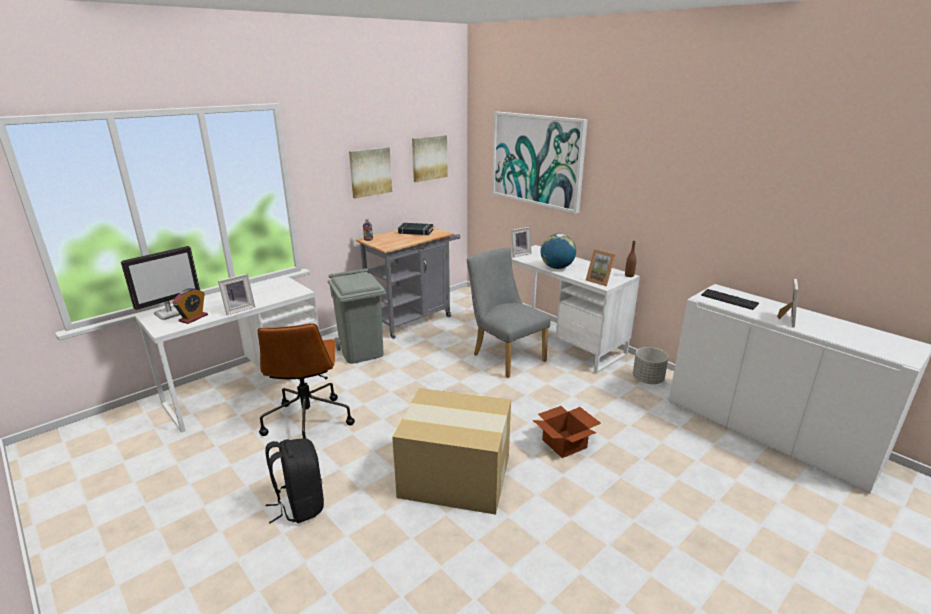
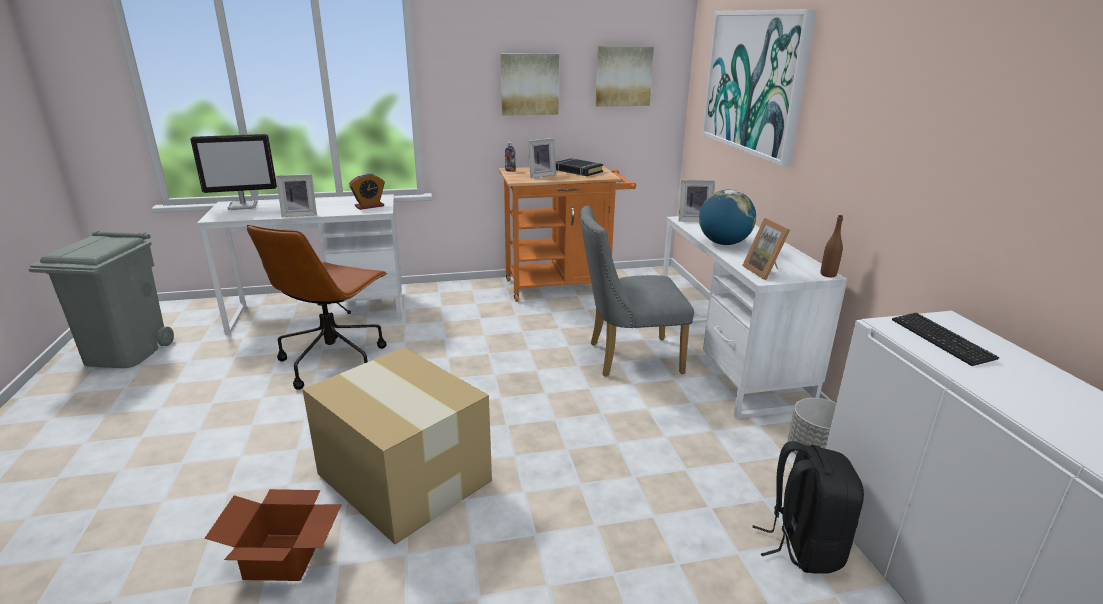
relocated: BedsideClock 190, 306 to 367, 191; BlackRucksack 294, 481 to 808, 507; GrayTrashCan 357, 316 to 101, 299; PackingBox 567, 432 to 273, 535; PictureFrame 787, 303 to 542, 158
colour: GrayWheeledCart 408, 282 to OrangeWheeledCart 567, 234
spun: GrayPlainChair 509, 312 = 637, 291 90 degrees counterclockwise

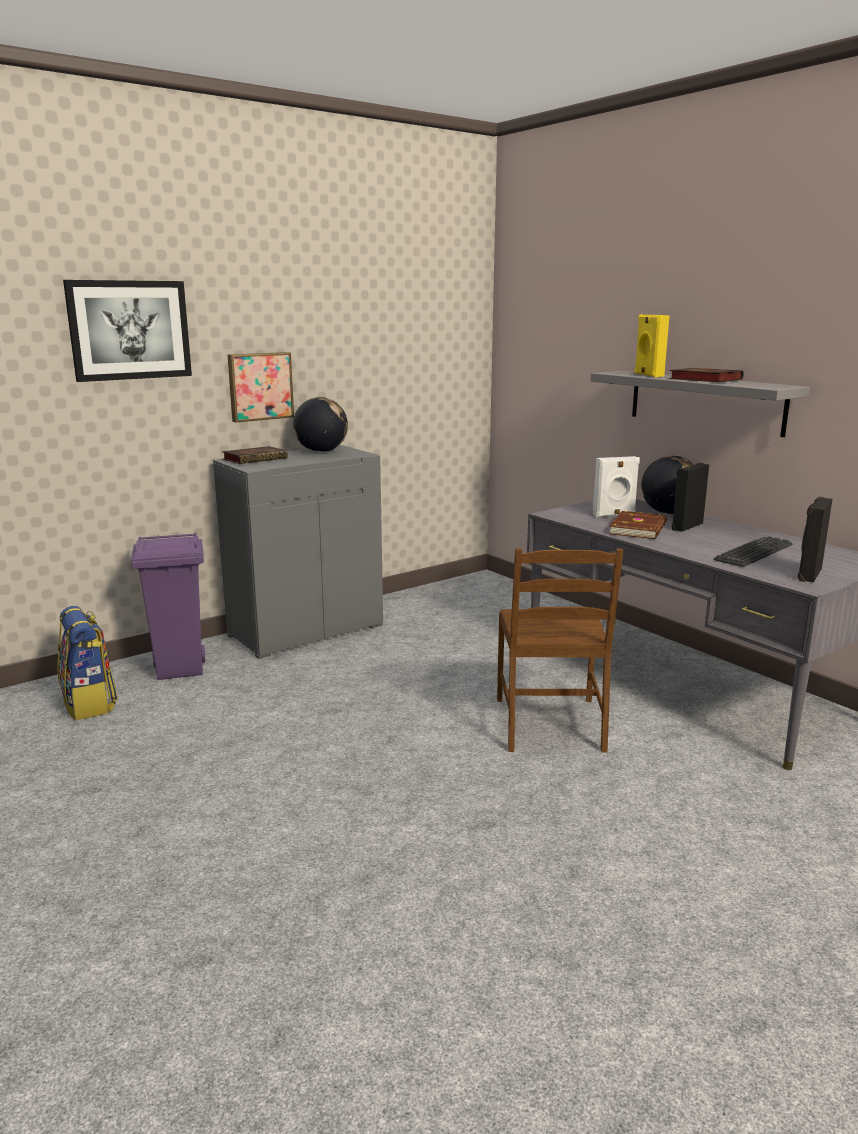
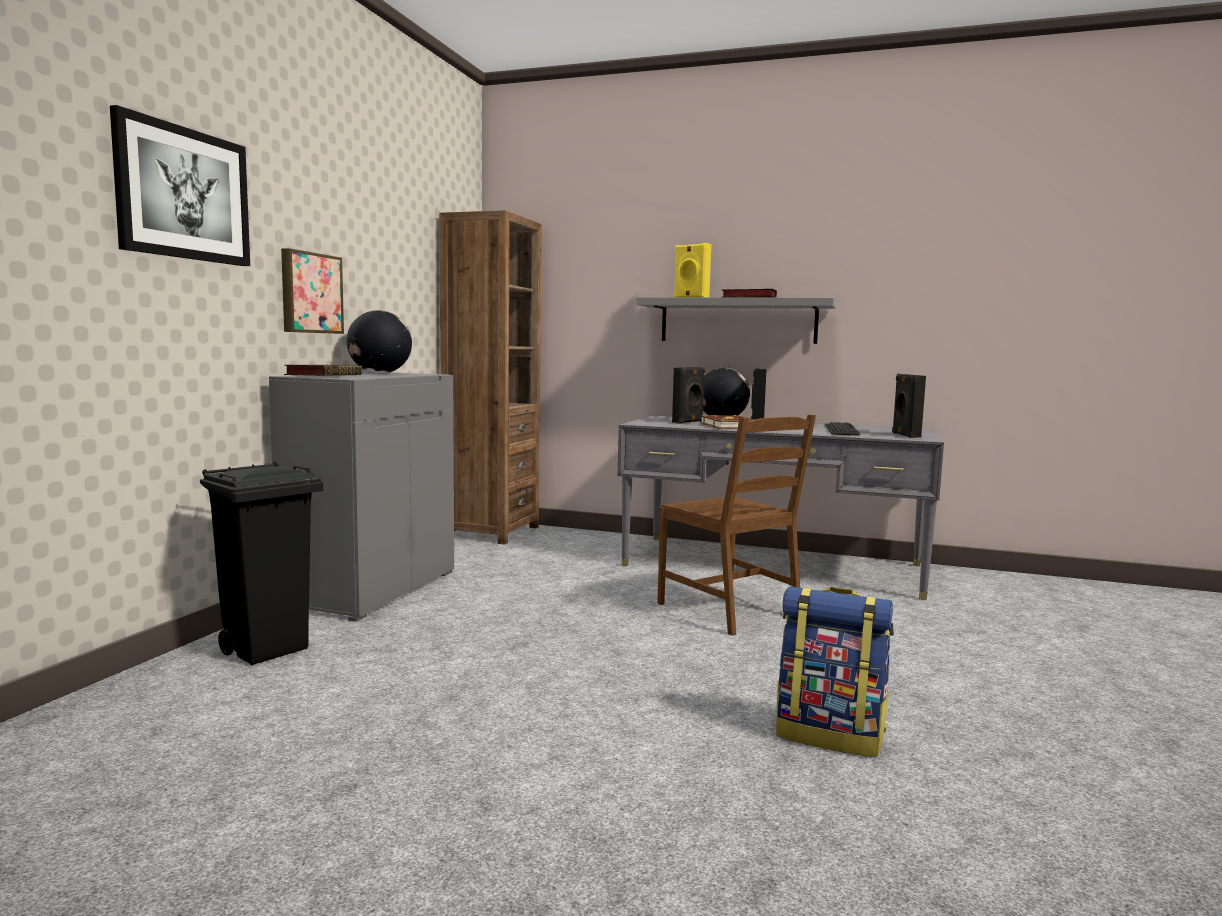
appeared: BrownColouredBookcase 490, 377
relocated: Rucksack 87, 663 to 835, 672
colour: PurplishTrashCan 168, 606 to BlackTrashCan 261, 563; WhiteColouredAudioSpeaker 616, 487 to BlackAudioSpeaker 688, 395

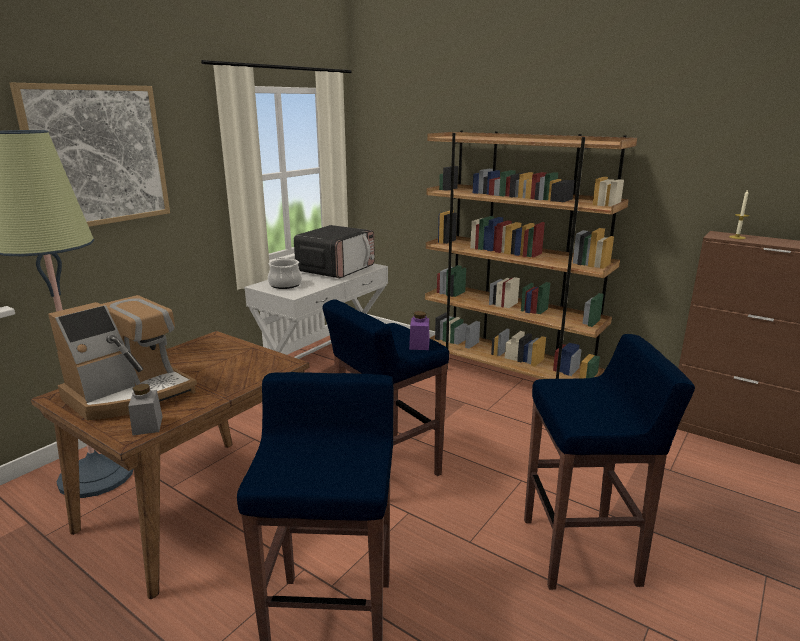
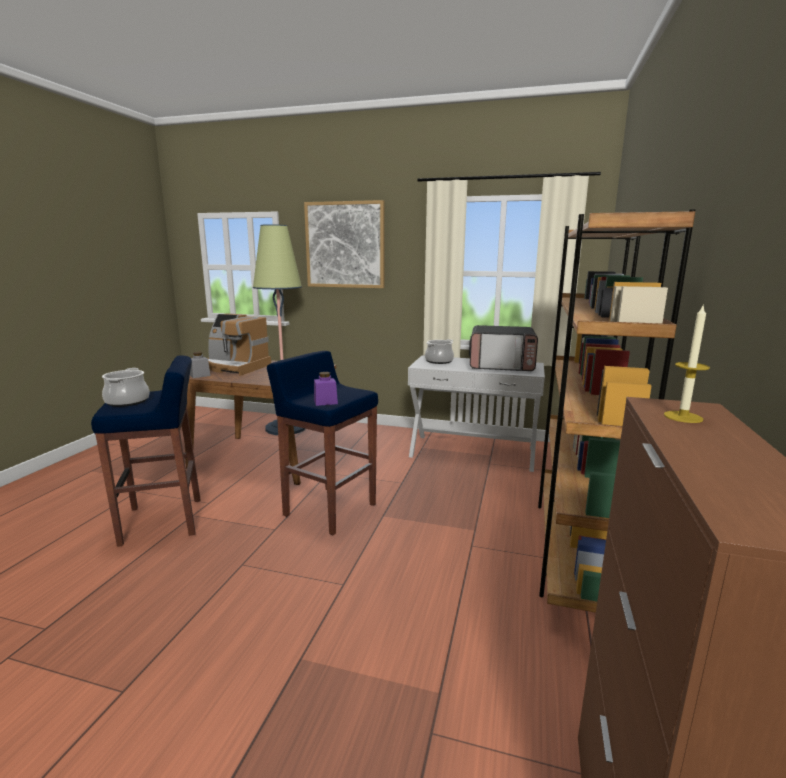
missing: BluishStoolSeat 609, 462
appeared: Stockpot 126, 387

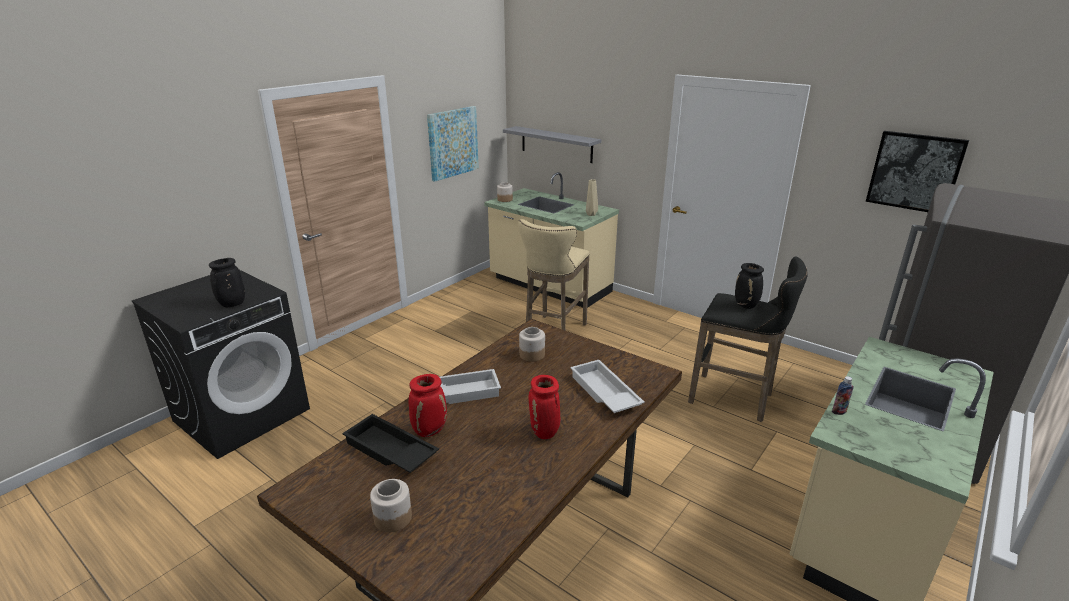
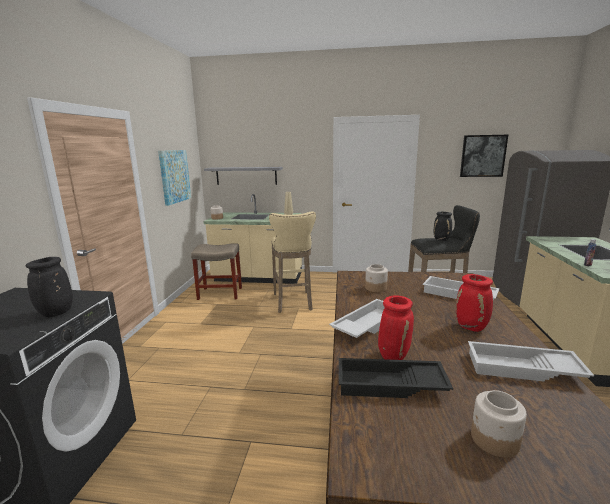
appeared: BeigeColouredStoolSeat 216, 271; WhiteColouredTray 531, 361

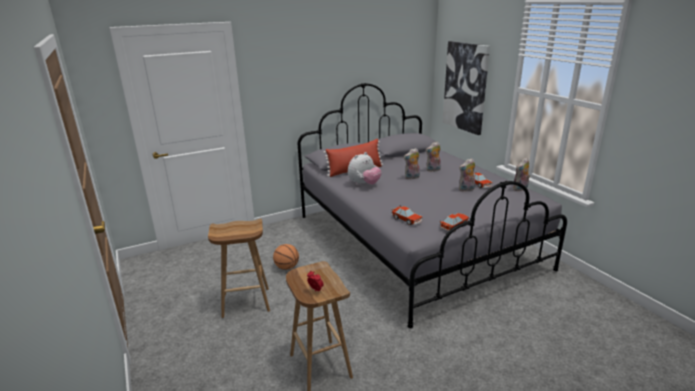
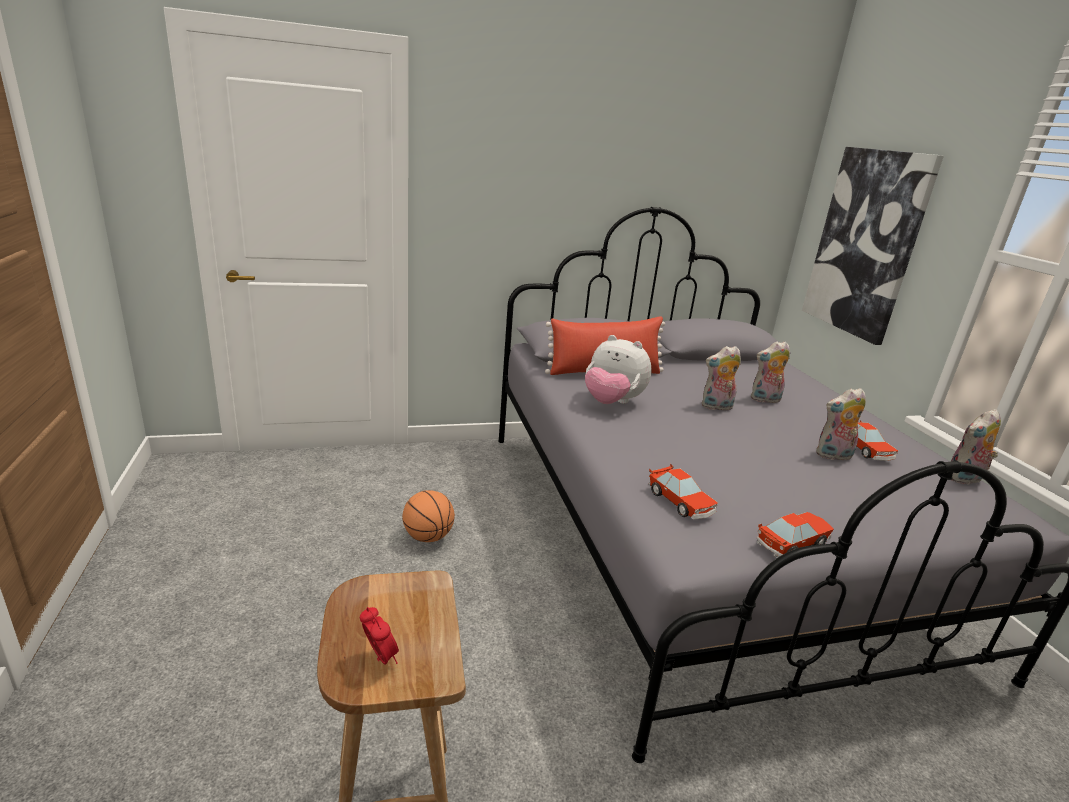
missing: BrownColouredStoolSeat 239, 268
spun: CuddlyToy 365, 168 = 618, 369 60 degrees clockwise

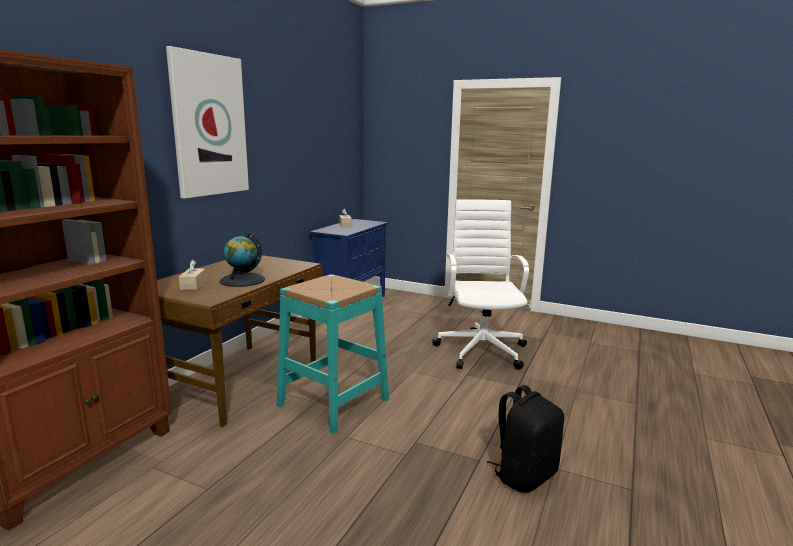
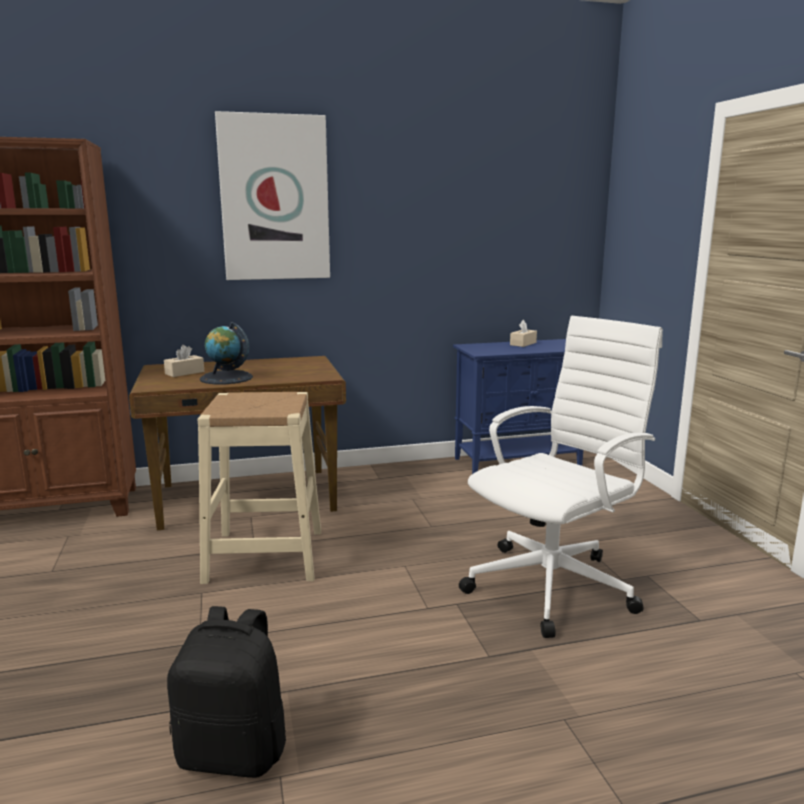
colour: TurquoiseStoolSeat 333, 354 to BeigeColouredStoolSeat 259, 488

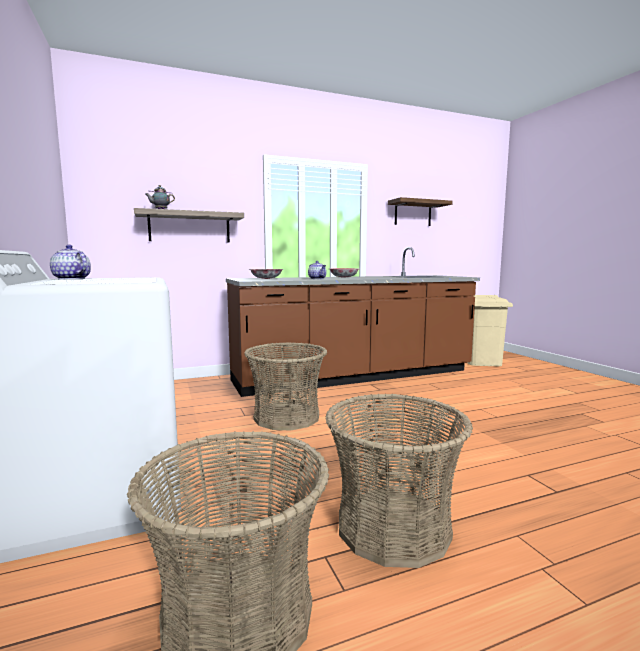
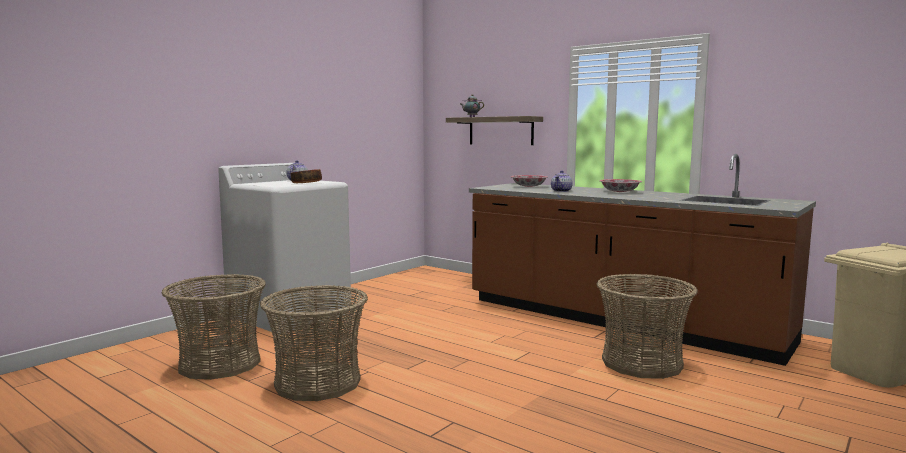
missing: Shelf 420, 211
appeared: DeepDish 306, 176
relocated: Basket 285, 386 to 647, 326

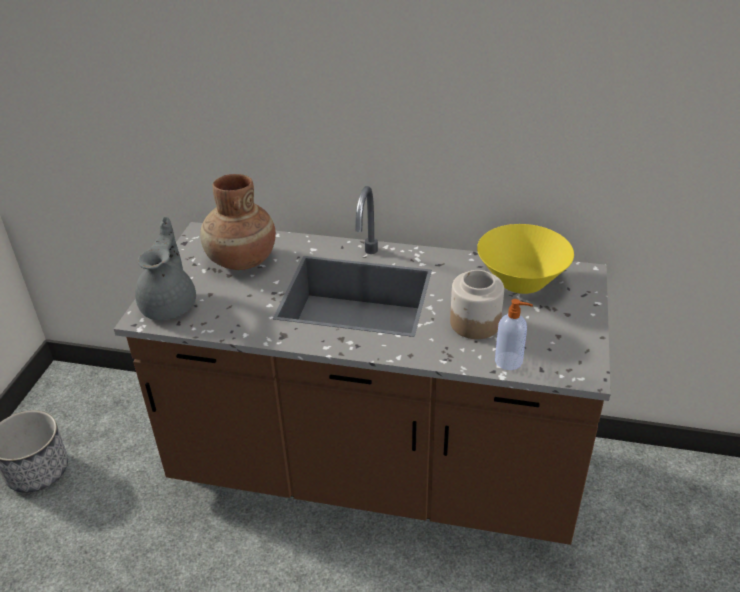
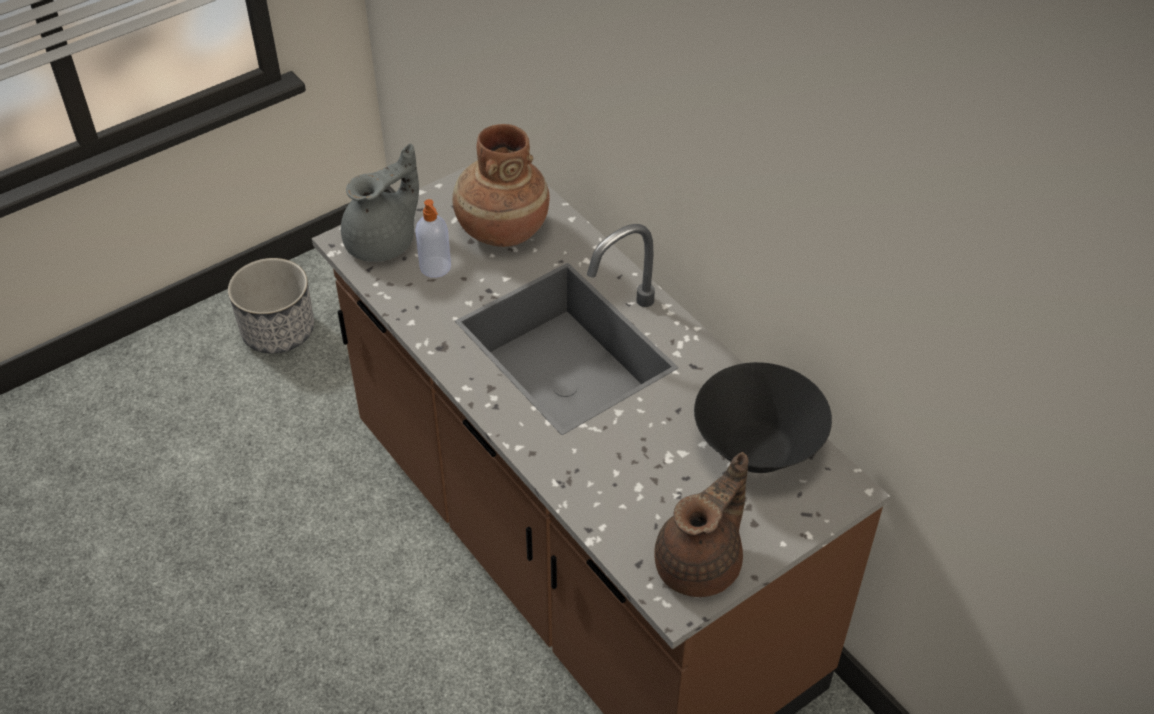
missing: StorageJar 477, 304
appeared: BrownColouredTeapot 701, 524
relocated: LiquidSoapBottle 514, 334 to 433, 238
colour: YellowColouredDeepDish 525, 259 to BlackDeepDish 763, 417

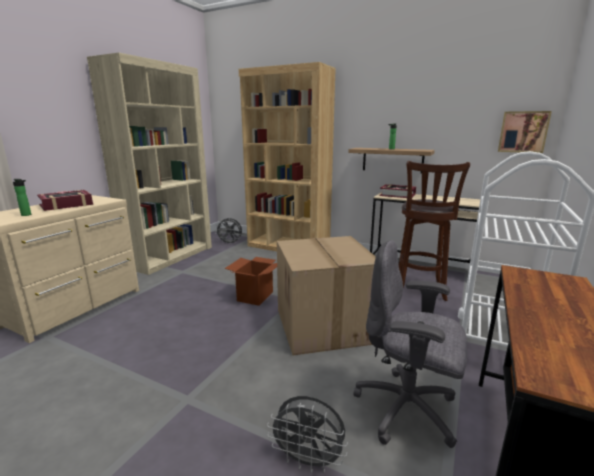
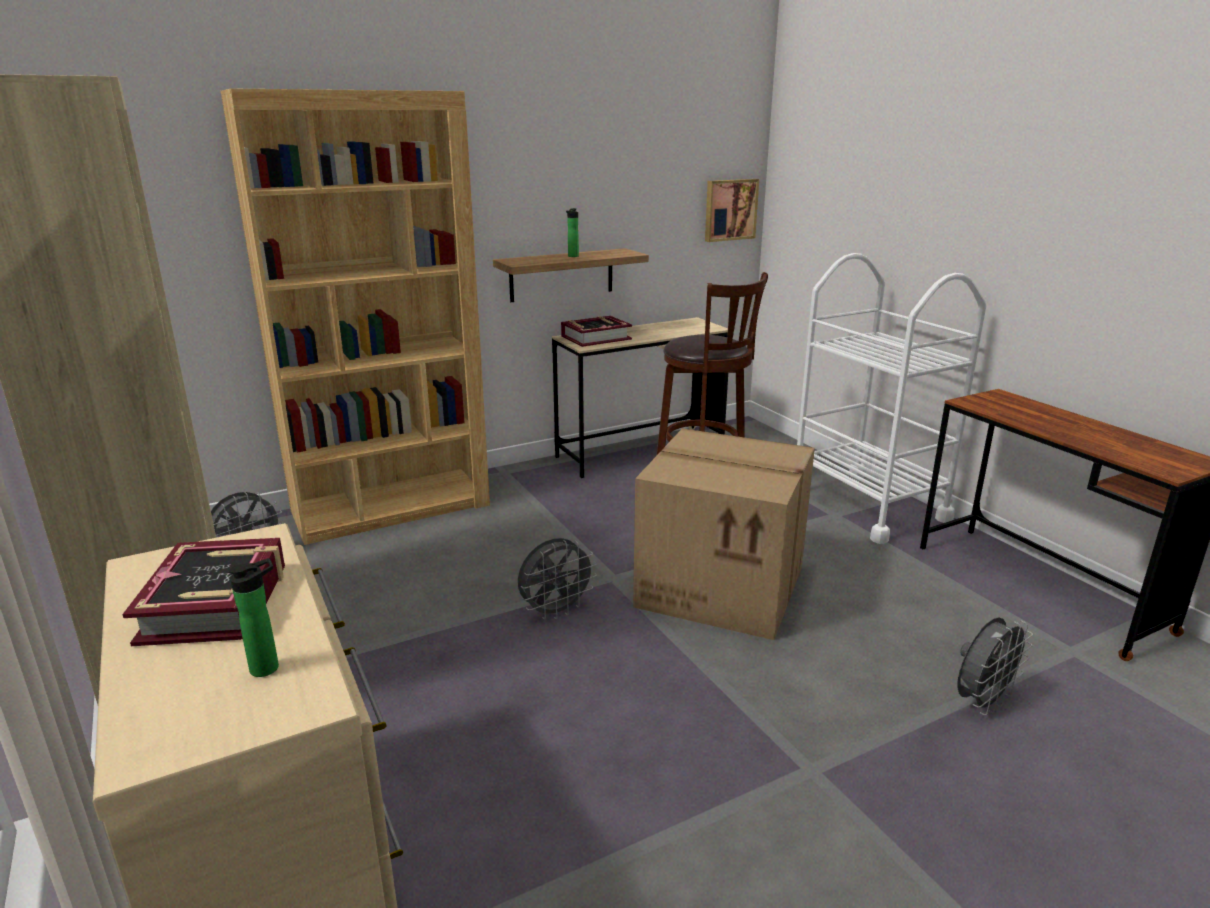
missing: GrayComputerChair 410, 344
exchanged: PackingBox 250, 281 to GrayFan 557, 579

